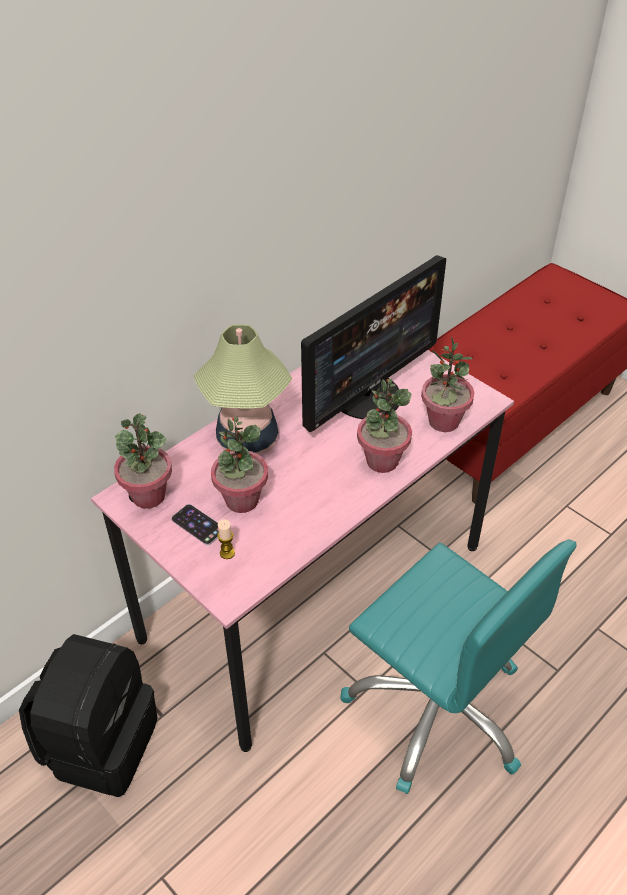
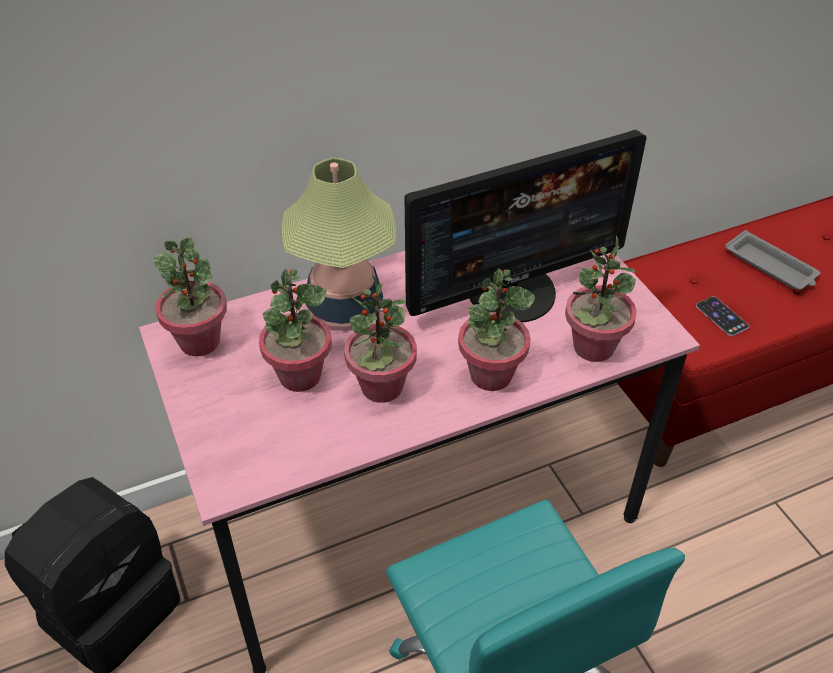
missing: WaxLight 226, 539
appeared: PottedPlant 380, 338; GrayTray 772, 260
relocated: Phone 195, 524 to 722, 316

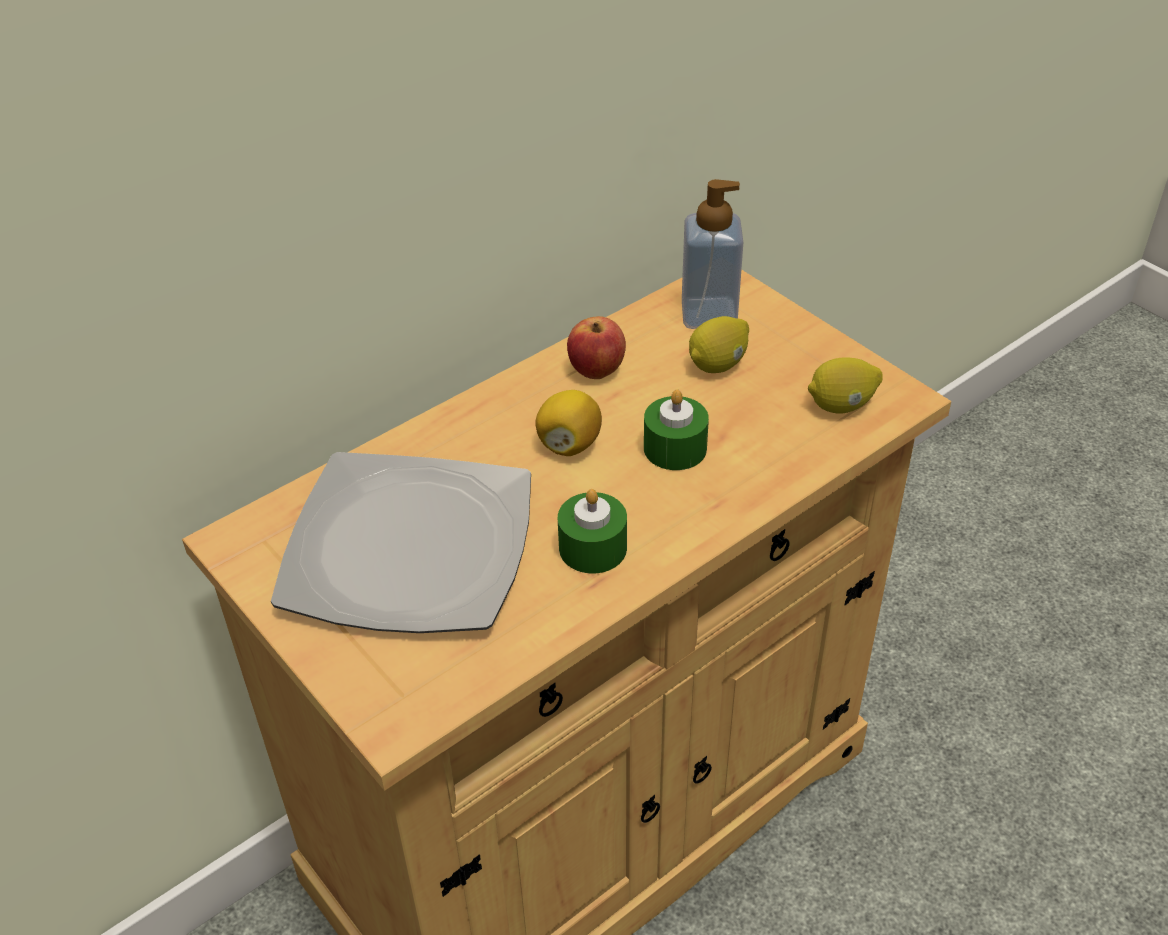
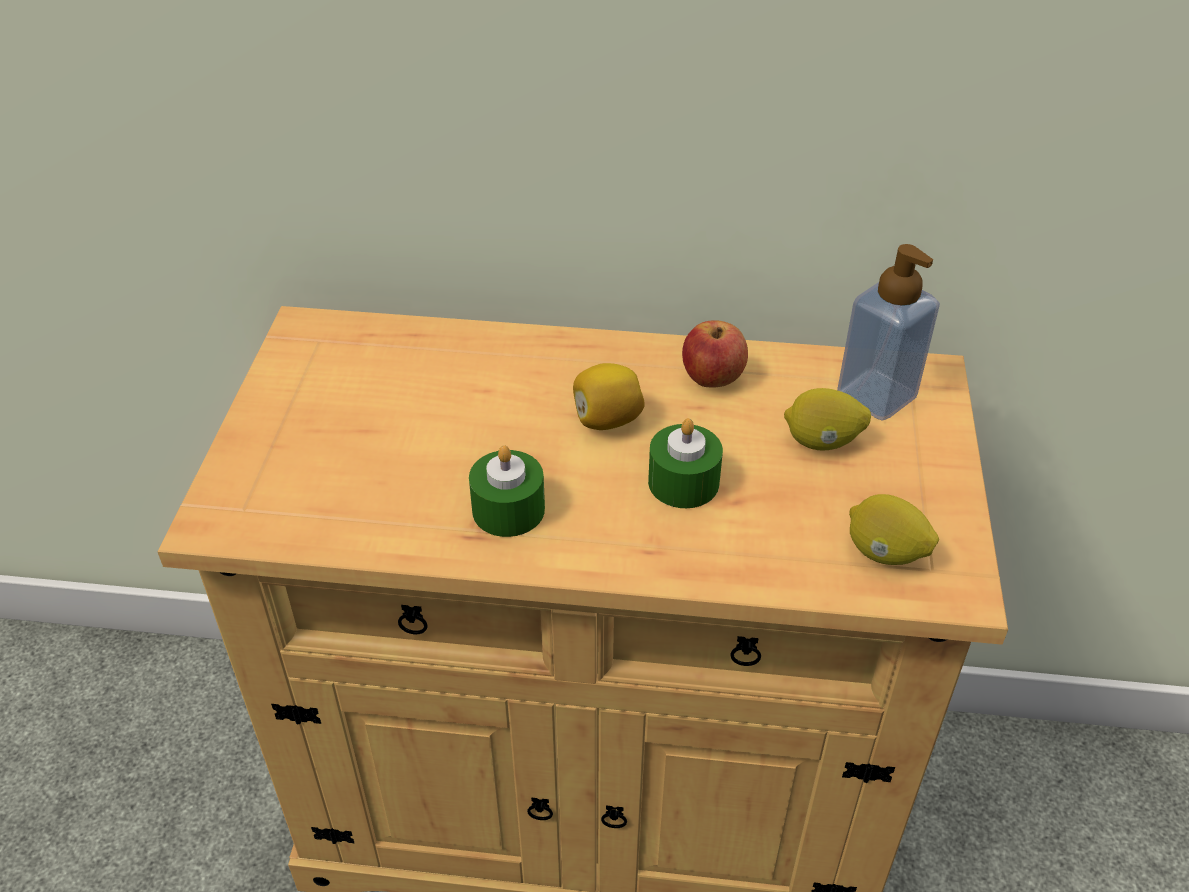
missing: DinnerPlate 401, 542

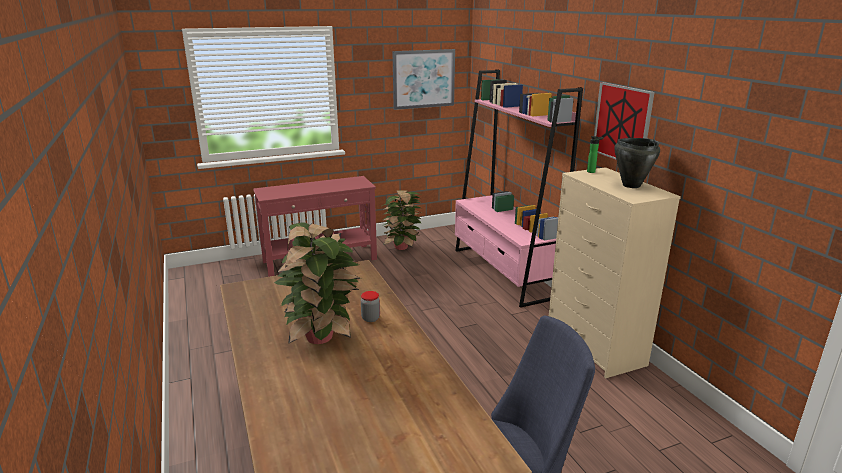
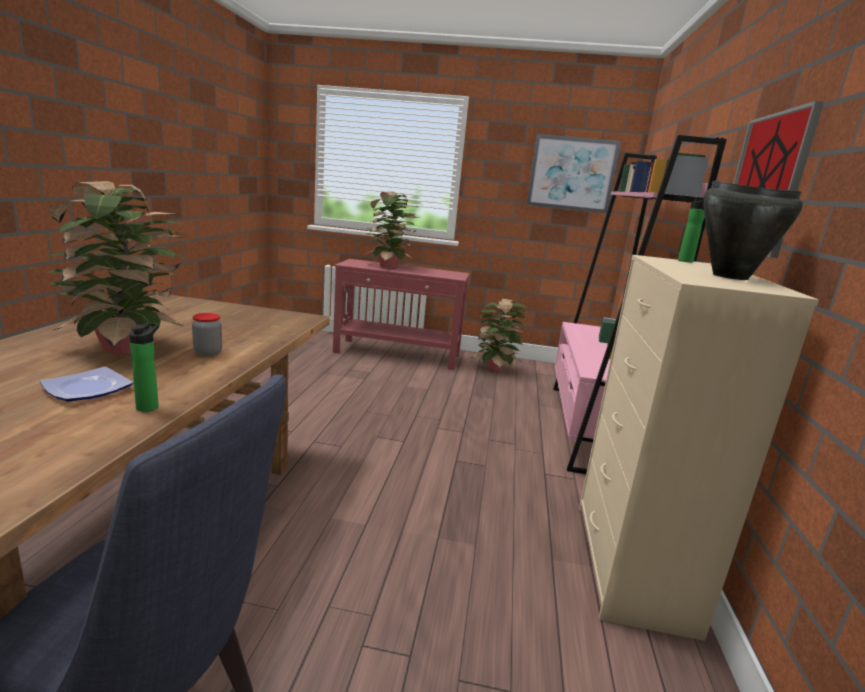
appeared: DinnerPlate 86, 384; BeverageBottle 144, 367; PottedPlant 392, 230

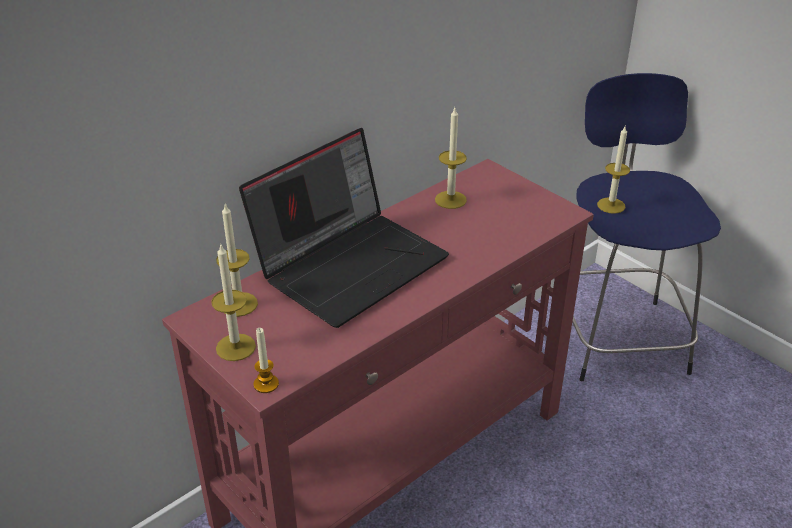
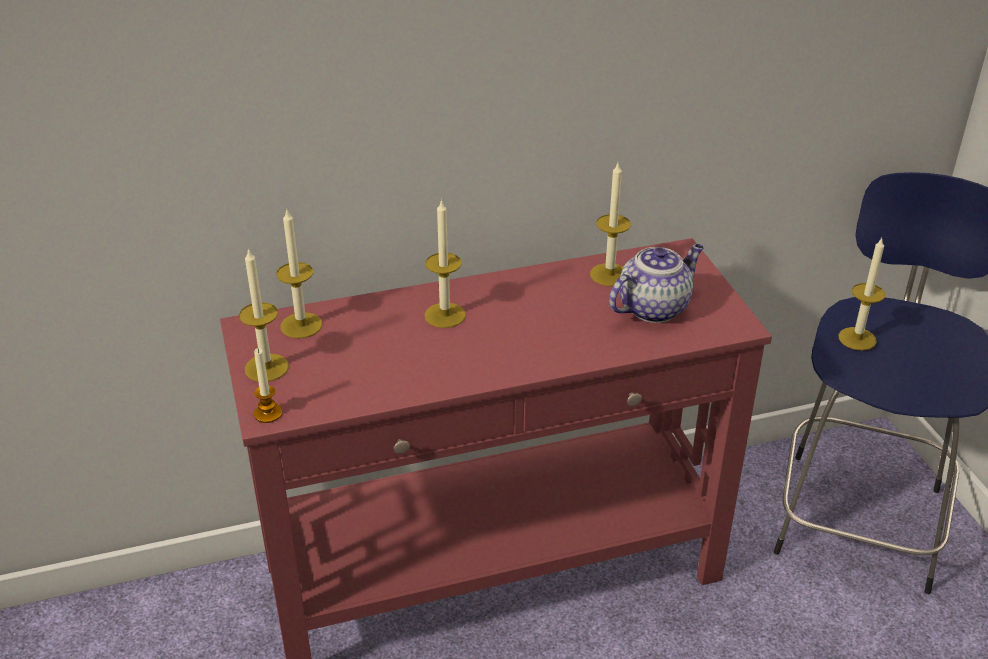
appeared: Teapot 656, 283
exchanged: NotebookComputer 344, 228 to WaxLight 445, 263

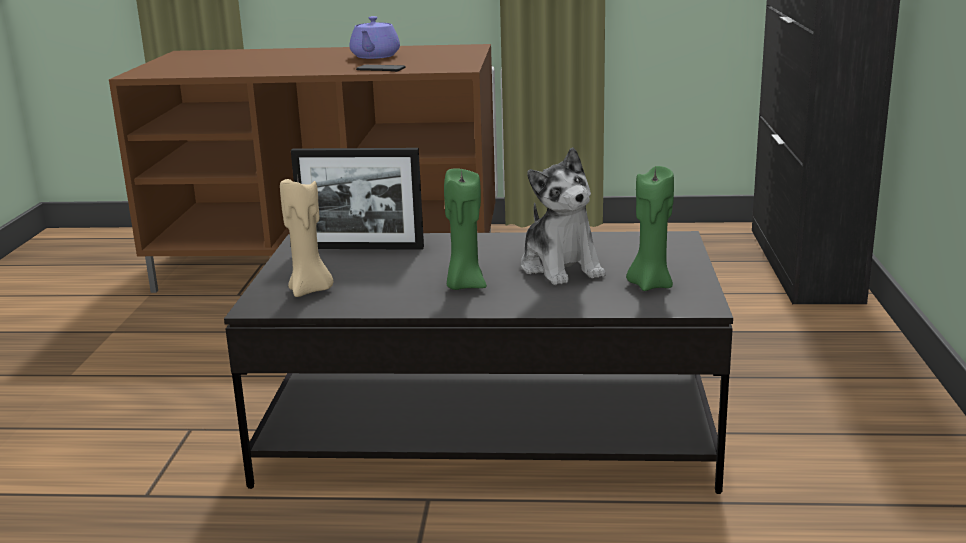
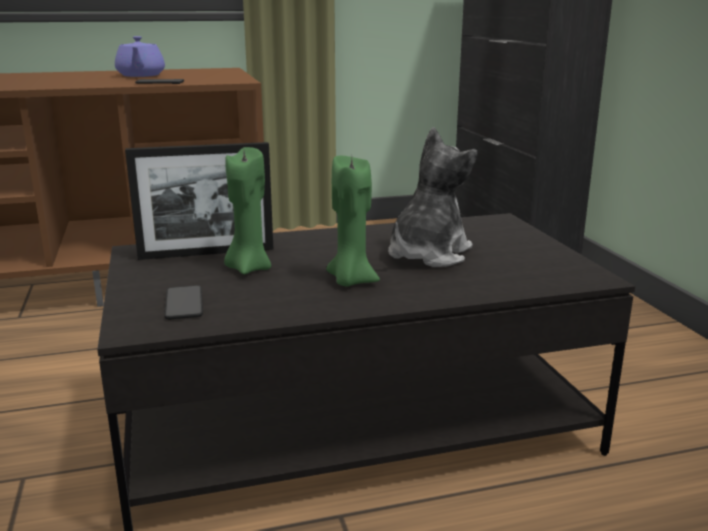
relocated: GreenishWaxLight 650, 228 to 247, 211
exchanged: BeigeColouredWaxLight 306, 235 to Phone 183, 302
spun: CuddlyToy 563, 216 = 432, 197 105 degrees counterclockwise

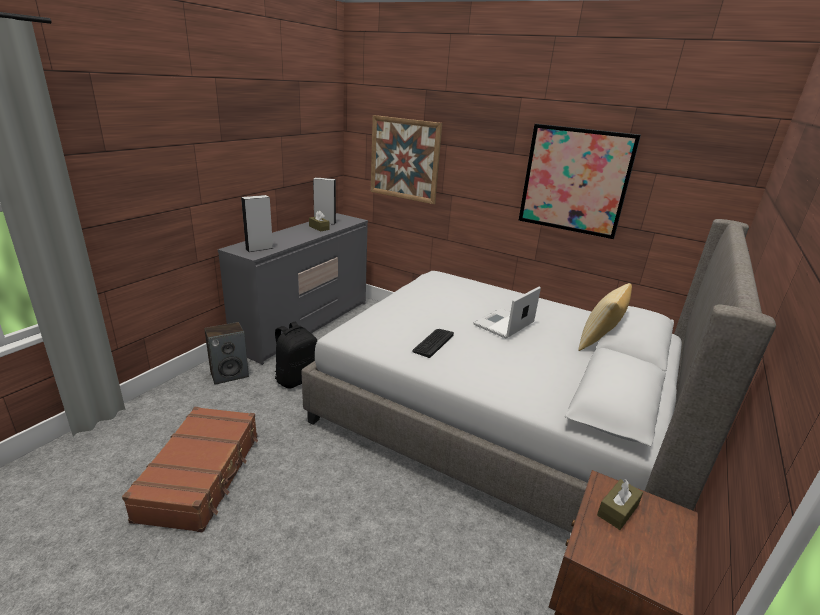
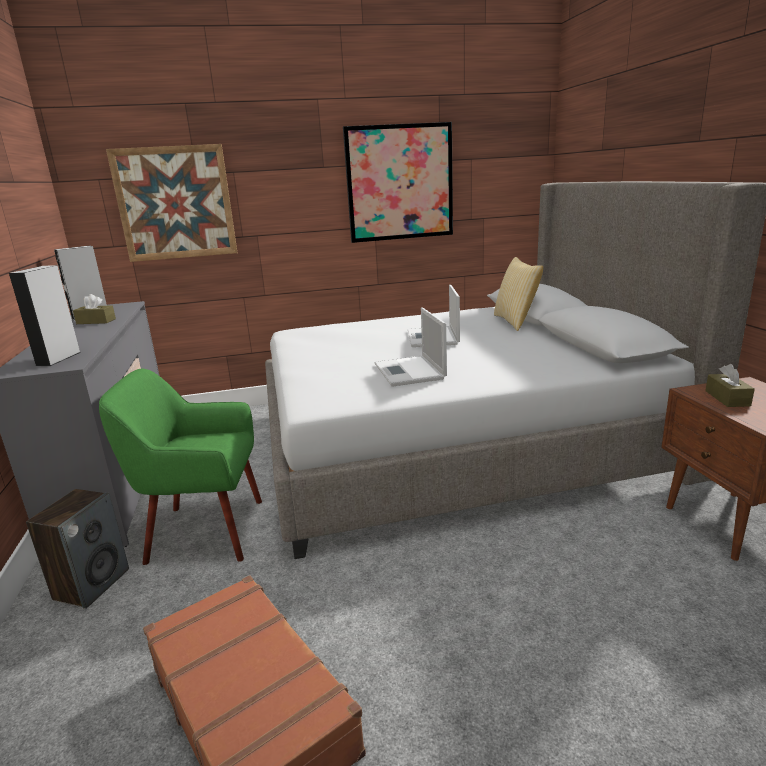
exchanged: BlackRucksack 295, 355 to GreenishArmchair 180, 467; ComputerKeyboard 433, 343 to NotebookComputer 411, 347

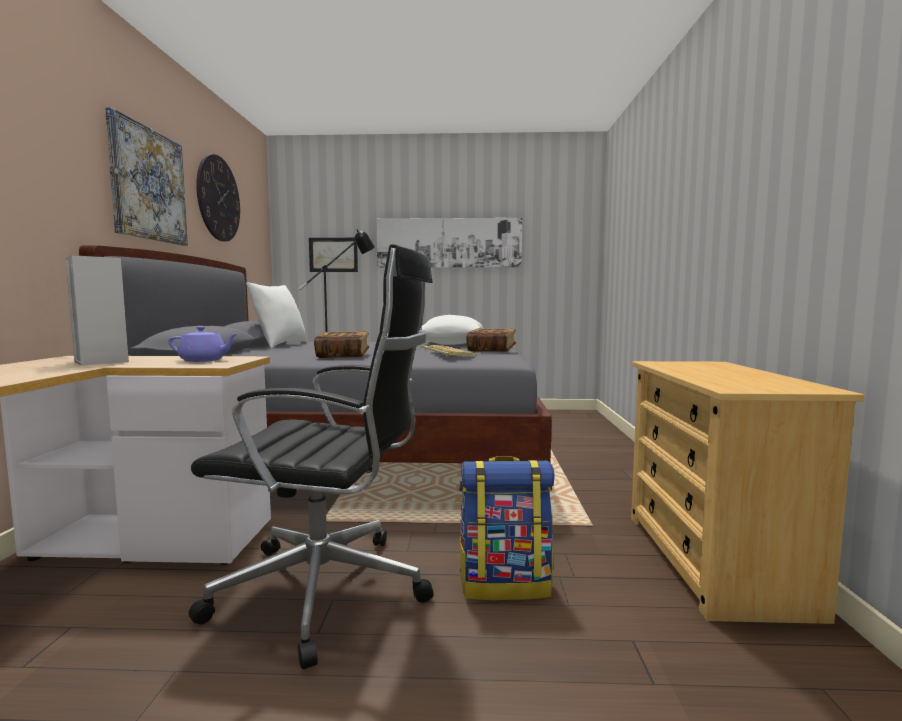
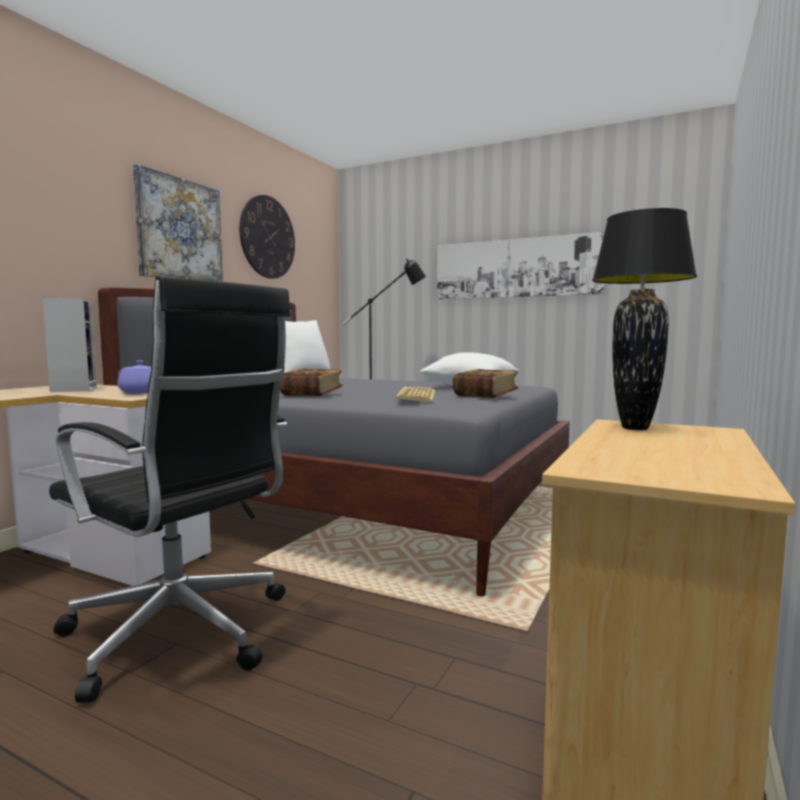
missing: WallArt 333, 255; Rucksack 506, 528
appeared: BlackLampForATable 644, 319

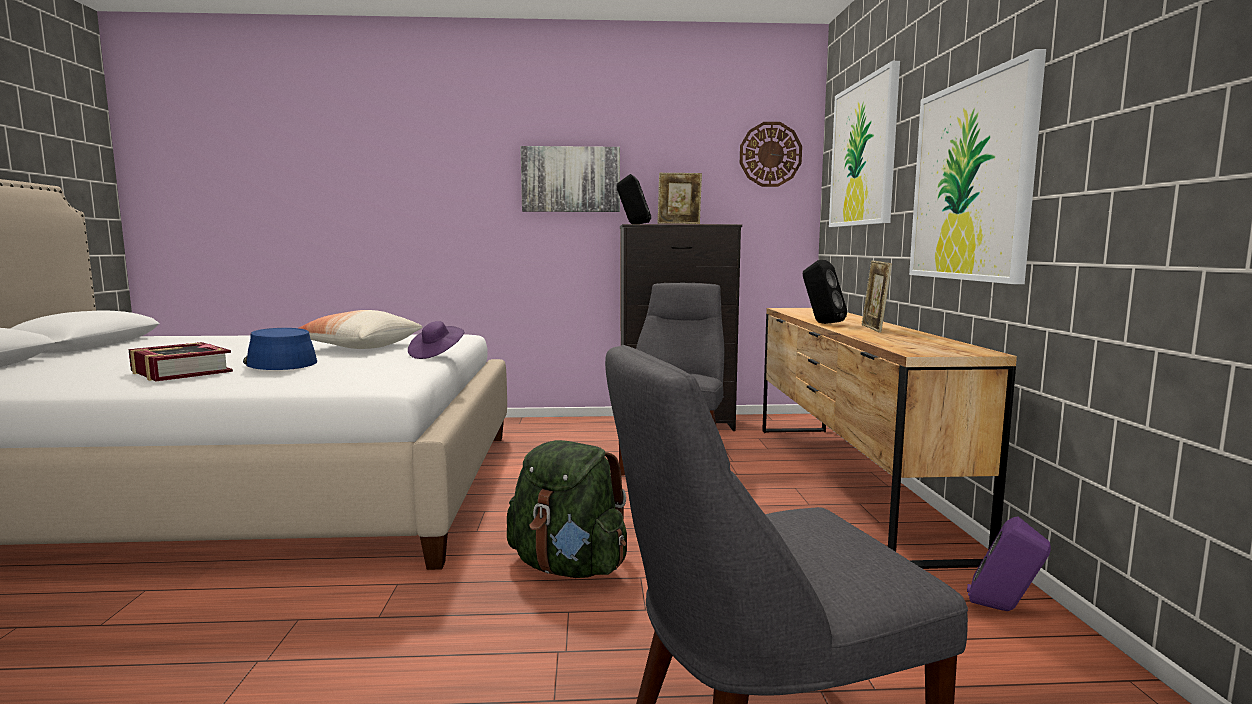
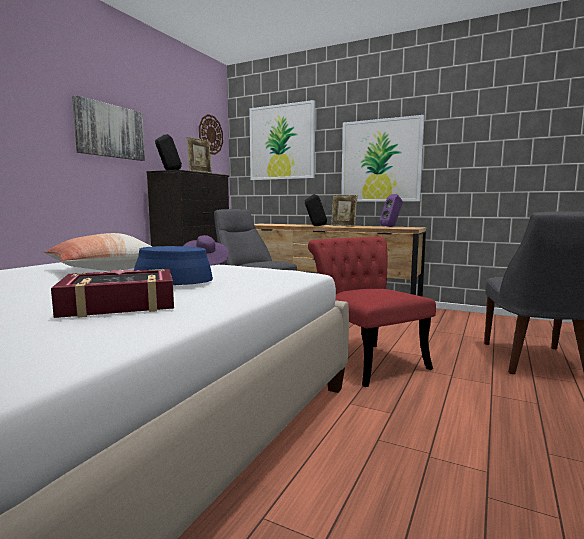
relocated: PurplishAudioSpeaker 1009, 563 to 391, 210
exchanged: GreenishRucksack 567, 509 to RedColouredPlainChair 372, 312

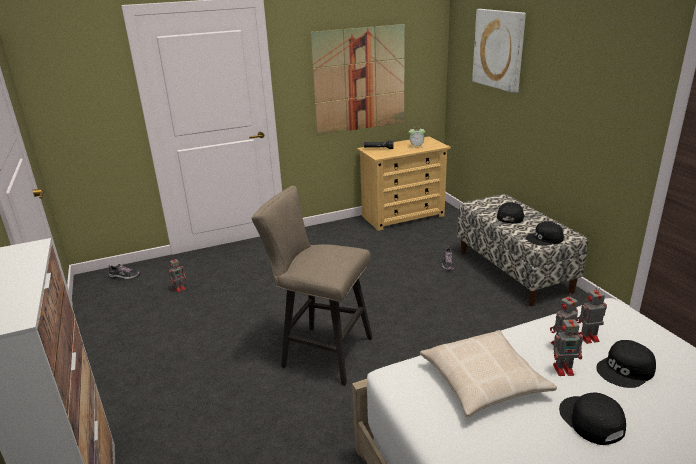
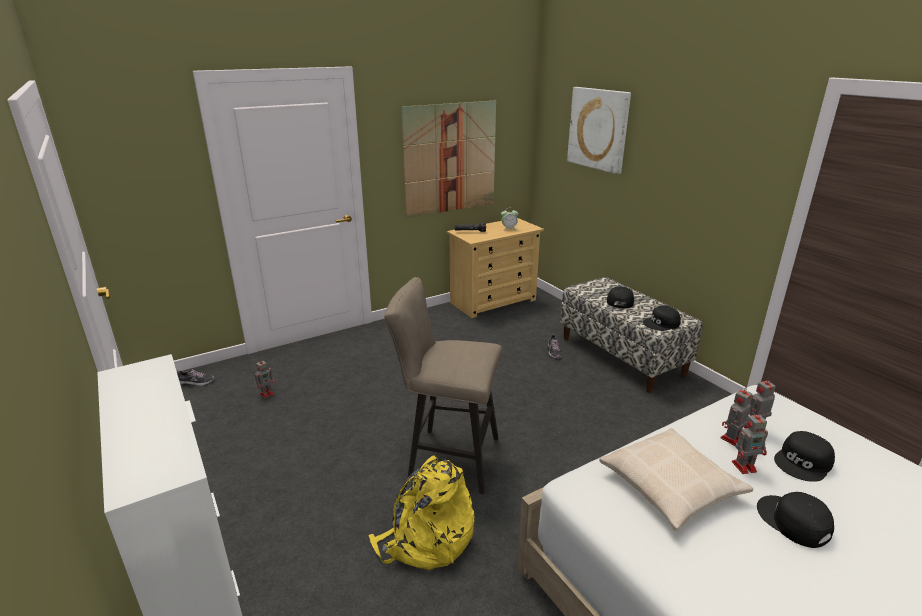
appeared: YellowColouredRucksack 421, 512

